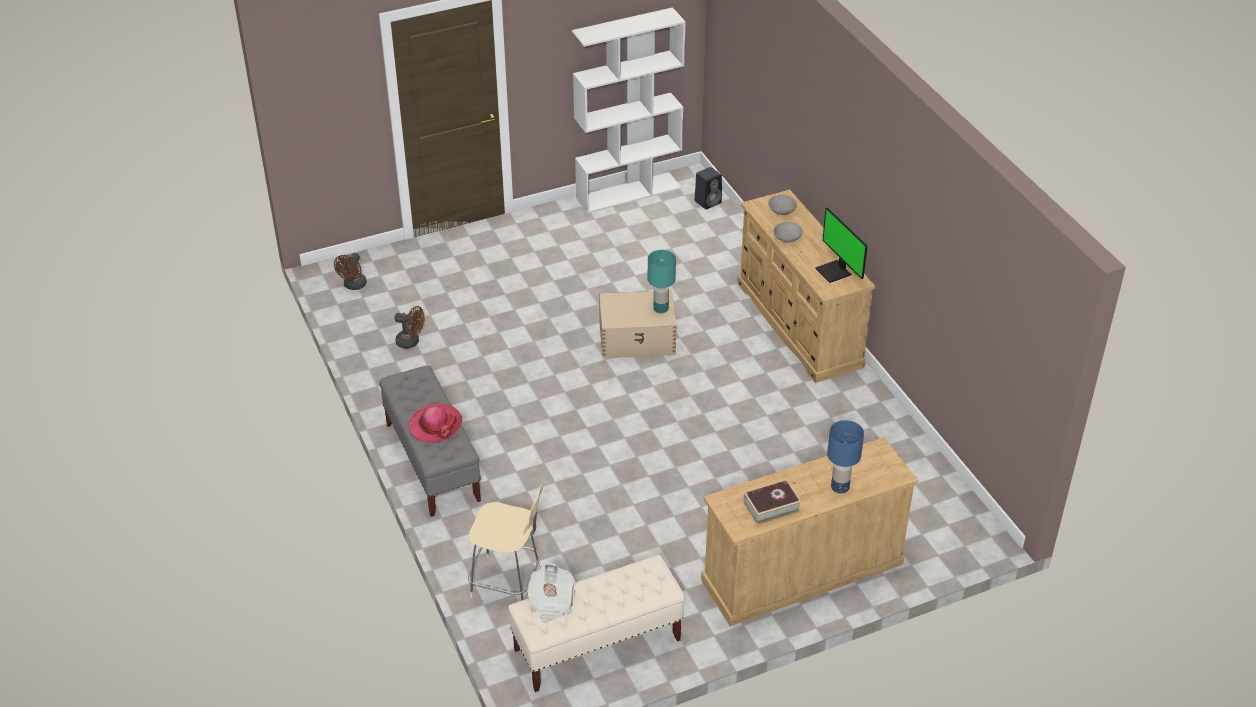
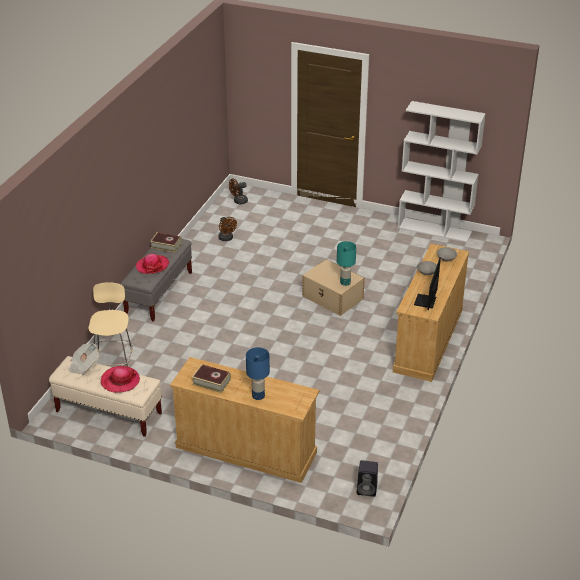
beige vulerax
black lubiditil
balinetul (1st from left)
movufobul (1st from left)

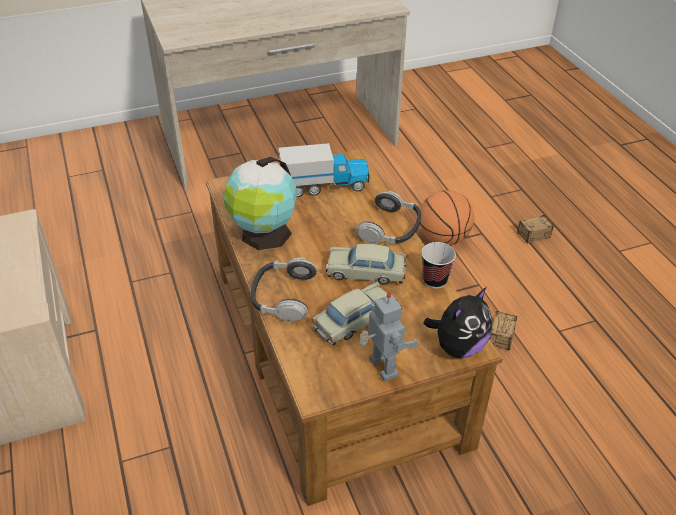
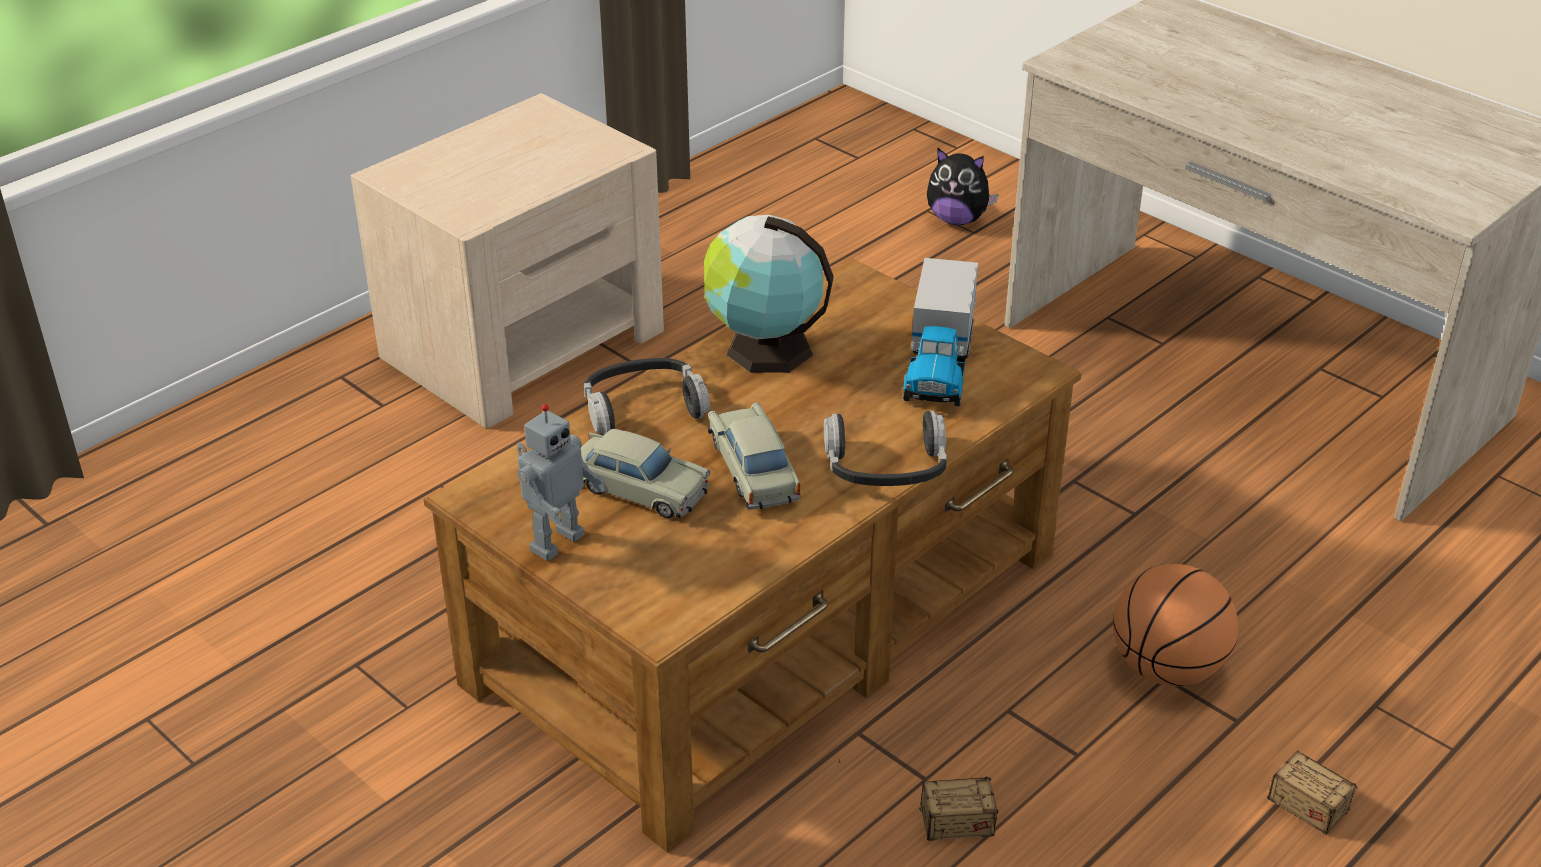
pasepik
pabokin
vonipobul

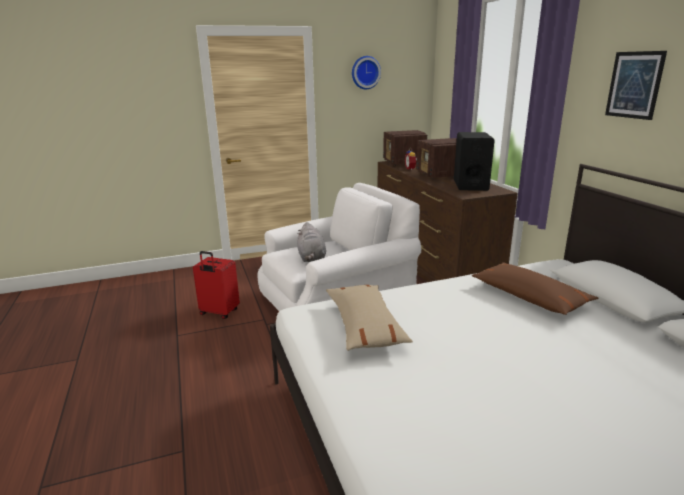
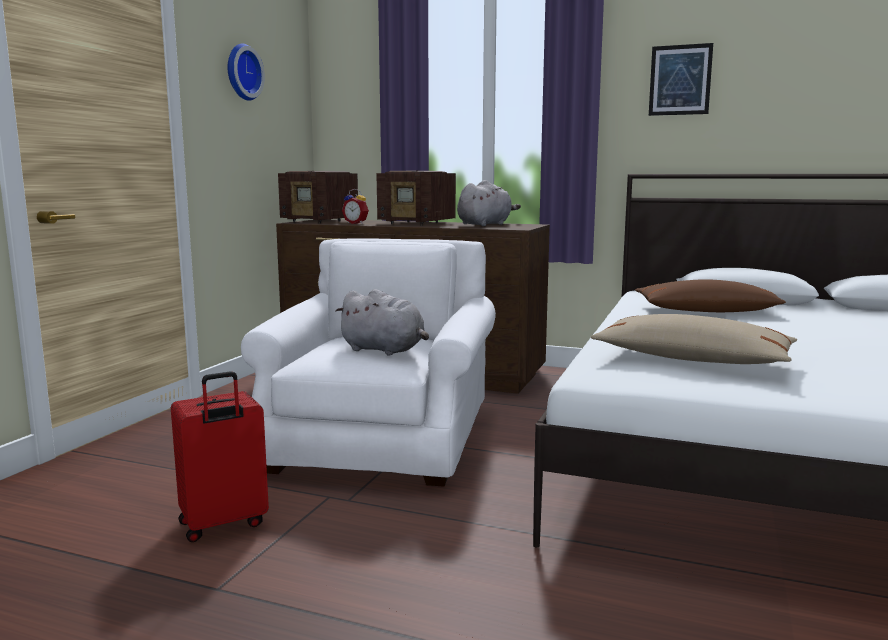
grey vonipobul (2nd from left)

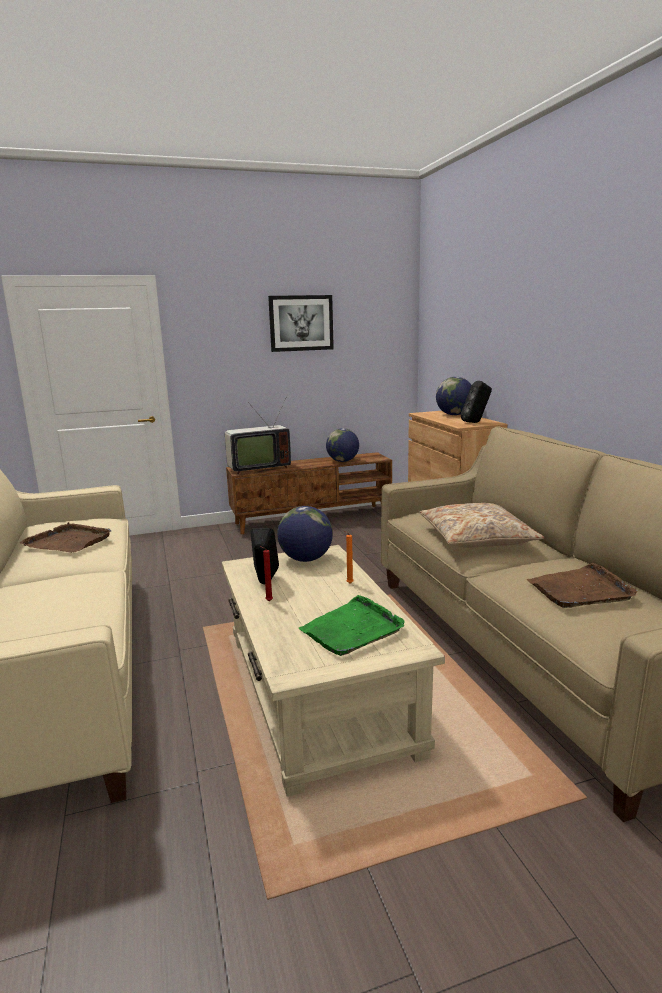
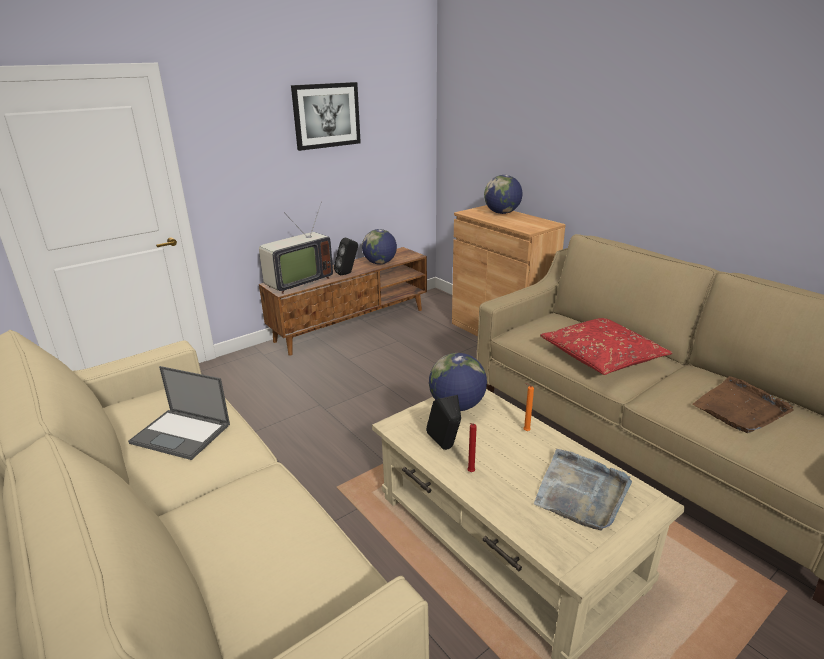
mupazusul
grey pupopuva
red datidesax
black lubiditil (1st from left)

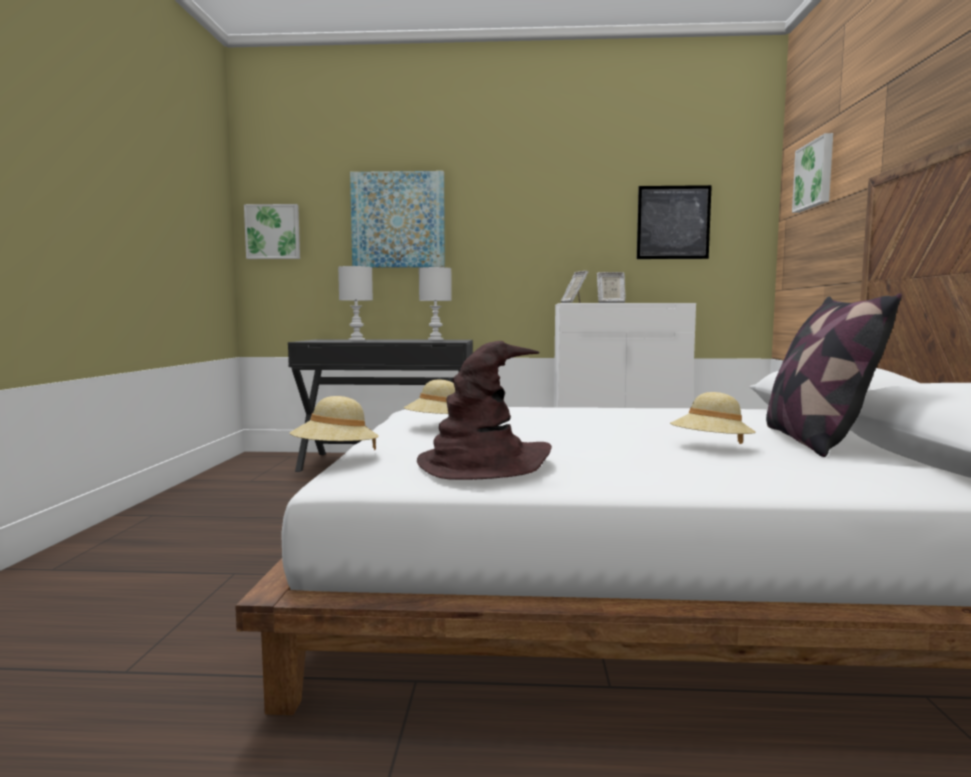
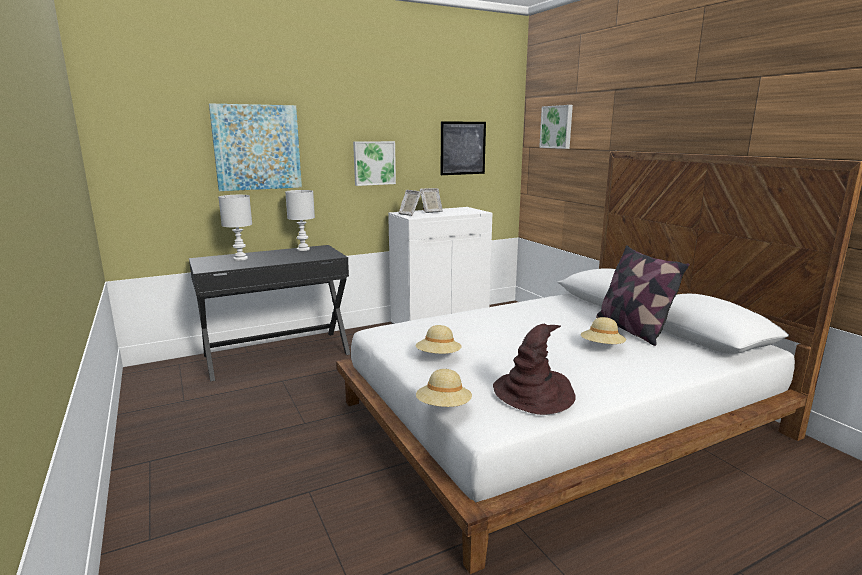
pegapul (2nd from left)

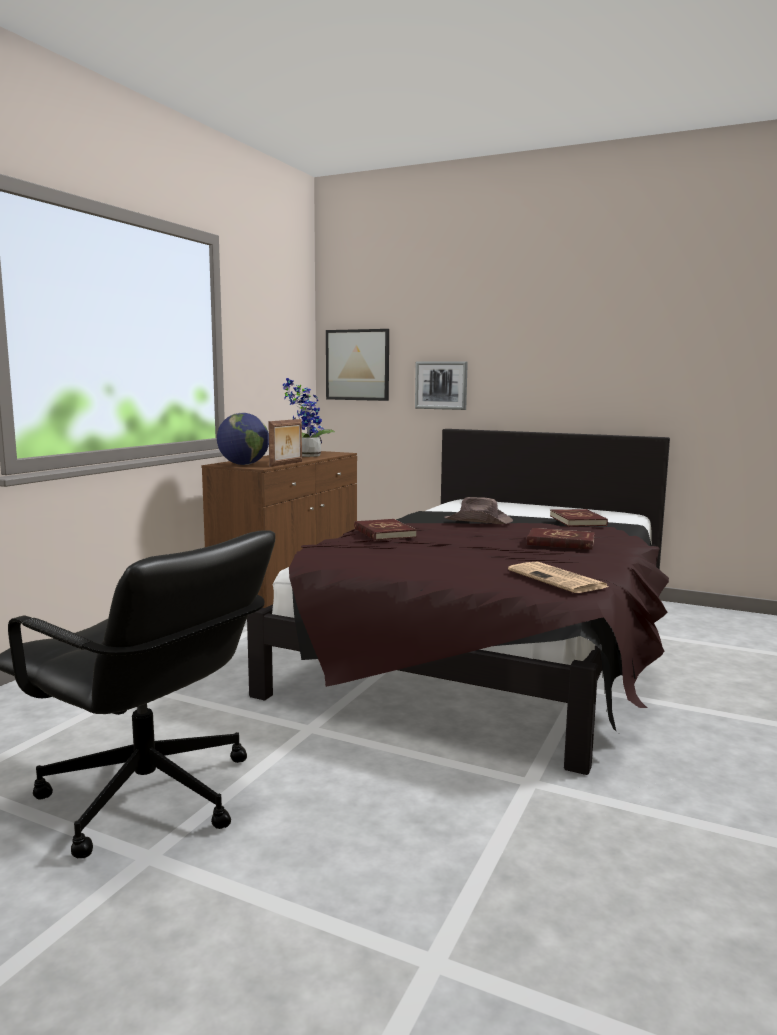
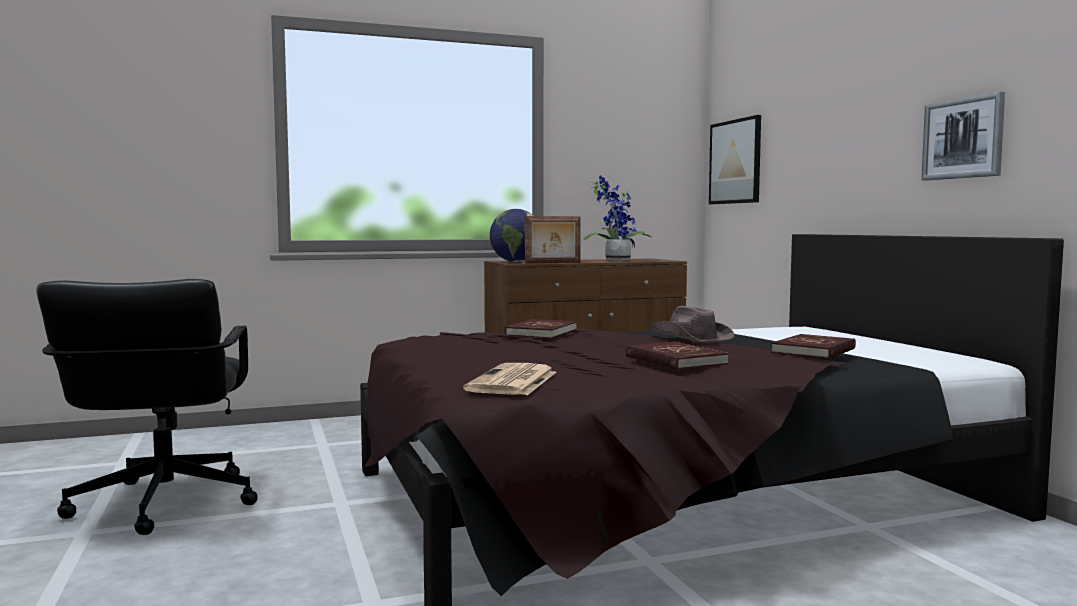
pegapul (2nd from left)

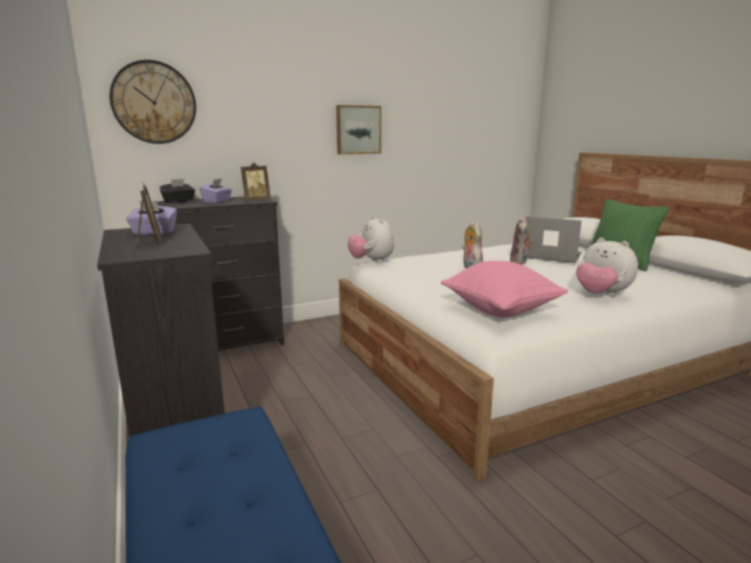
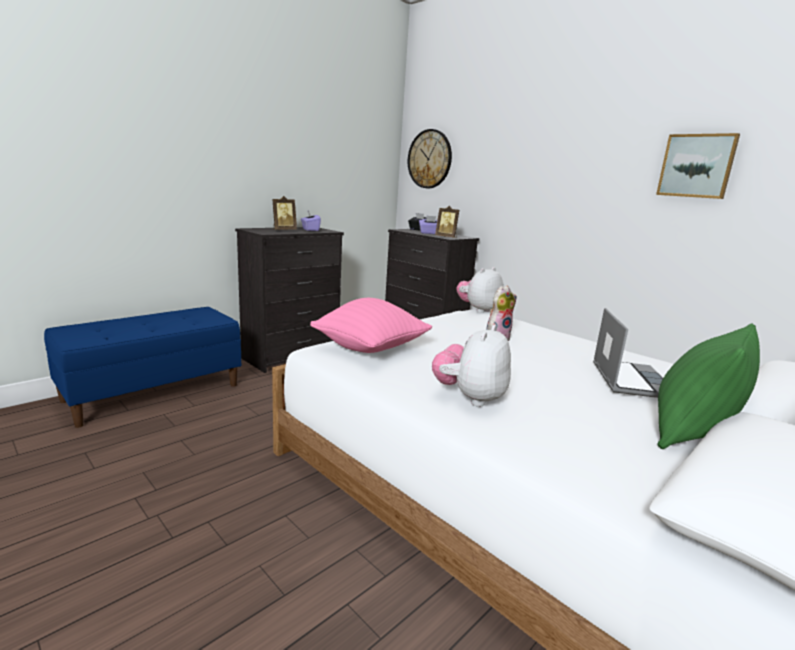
pegapul
vonipobul (3rd from left in the first image)

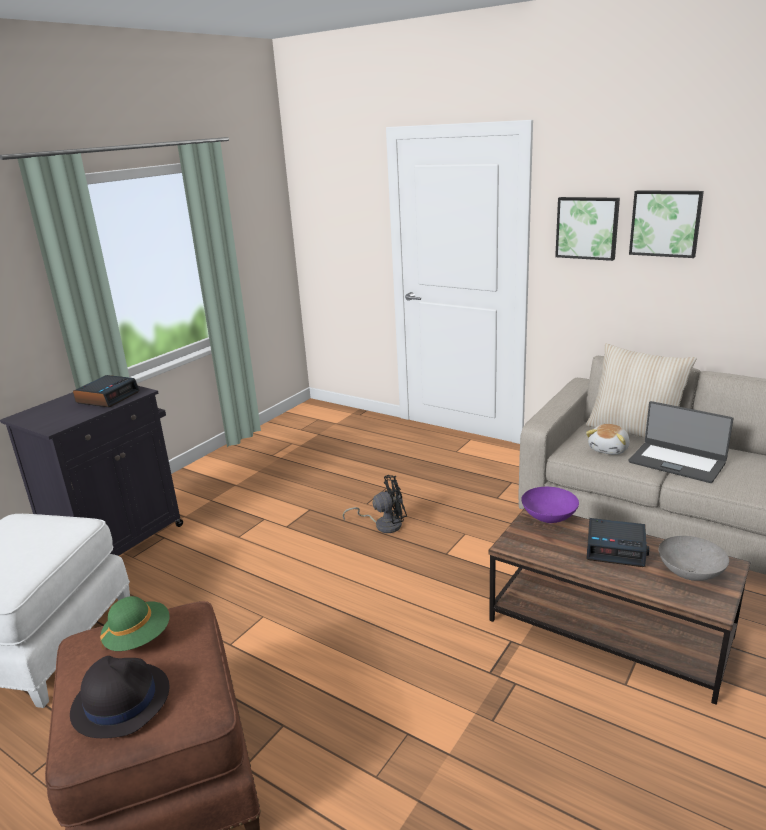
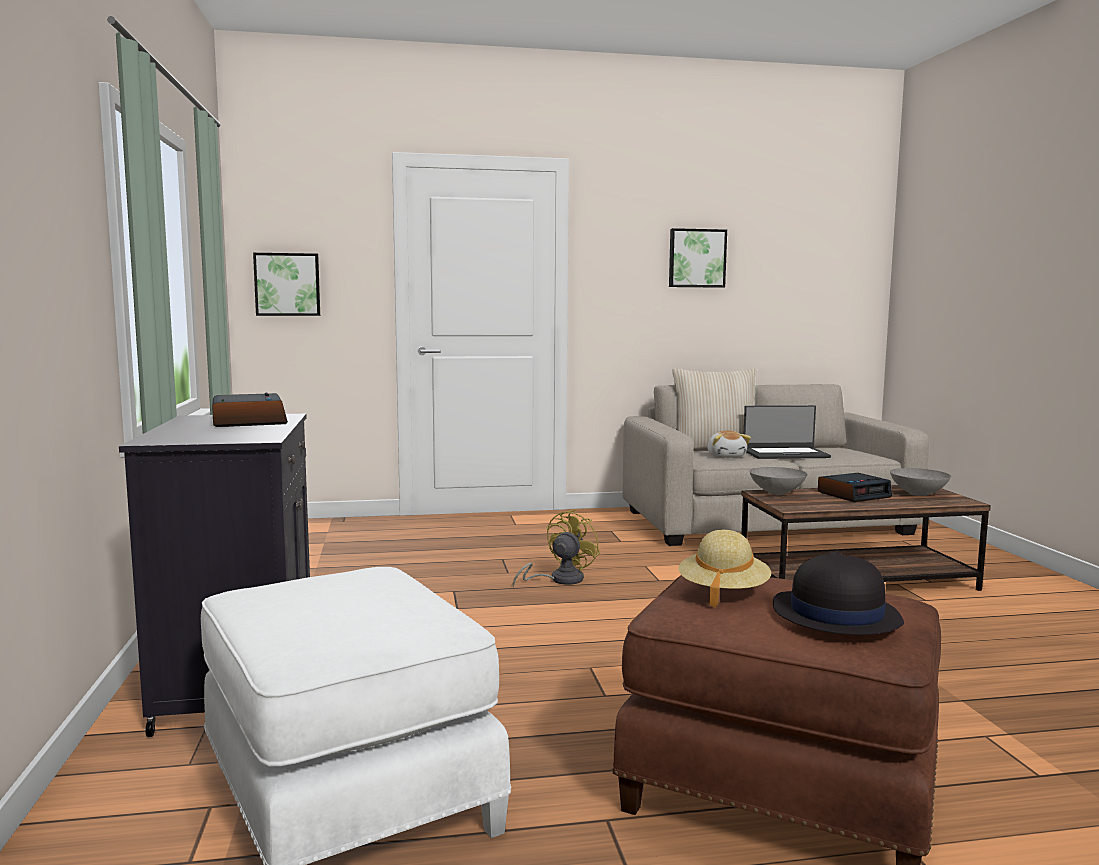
beige balinetul
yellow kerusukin
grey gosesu (1st from left)
pegapul (1st from left)

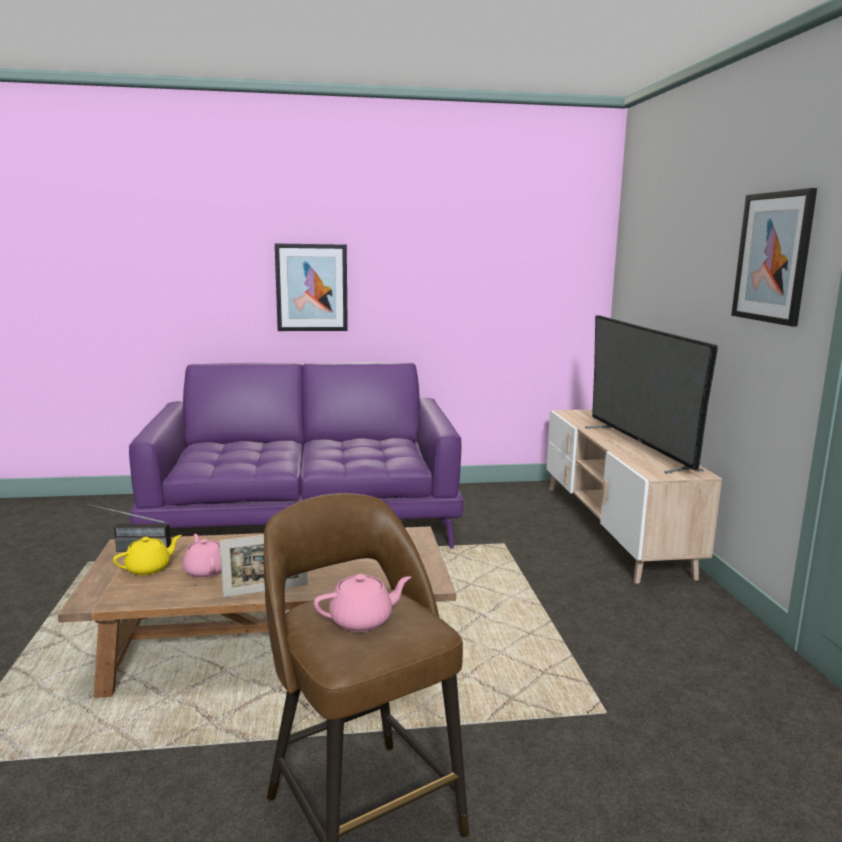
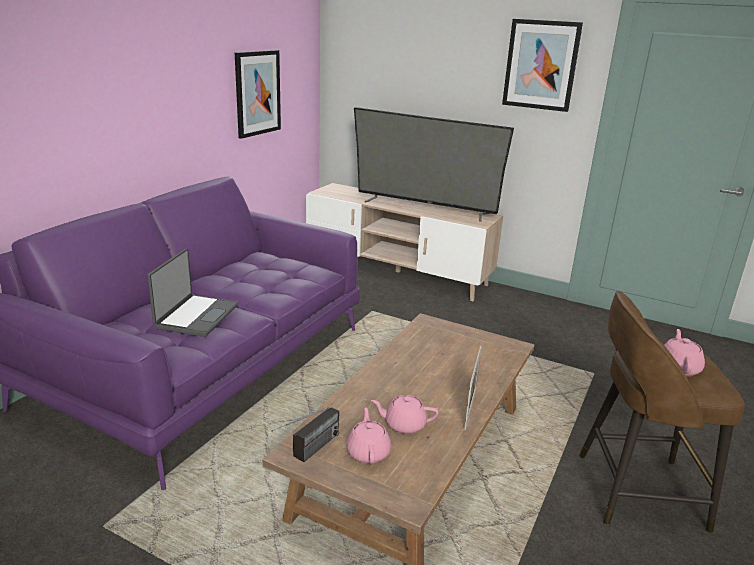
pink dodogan (1st from left)
pegapul (1st from left)
mupazusul

